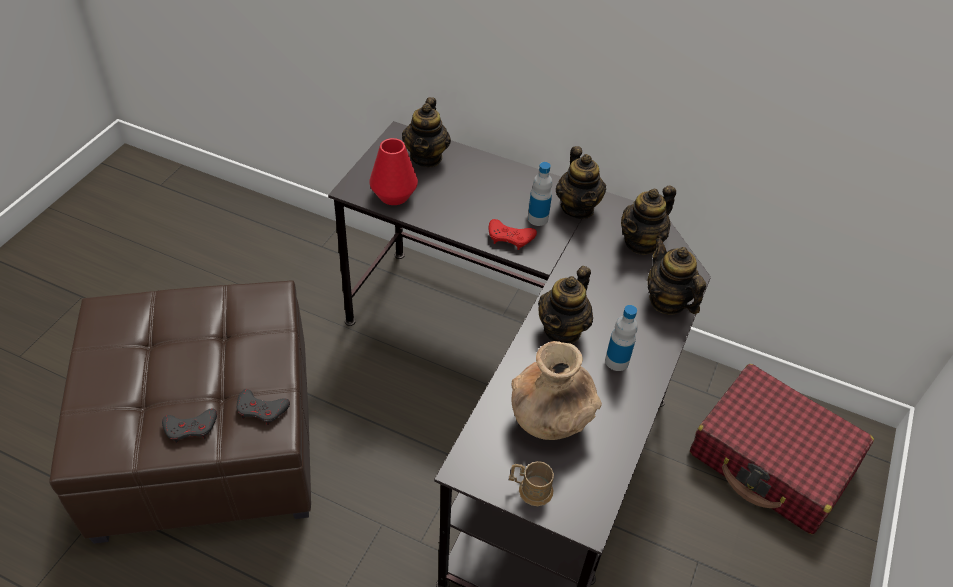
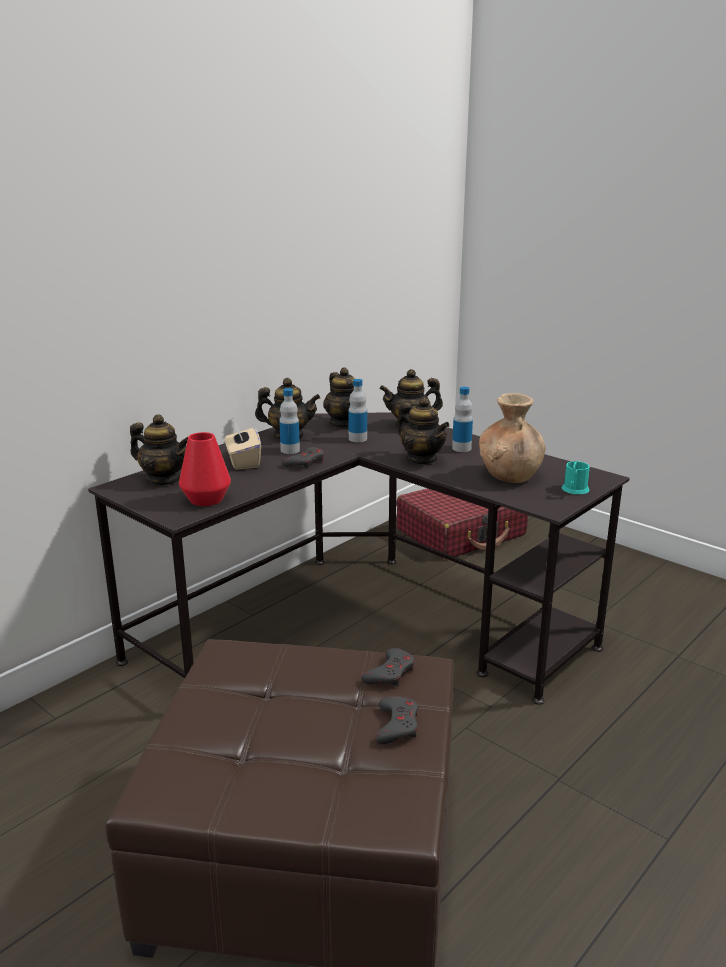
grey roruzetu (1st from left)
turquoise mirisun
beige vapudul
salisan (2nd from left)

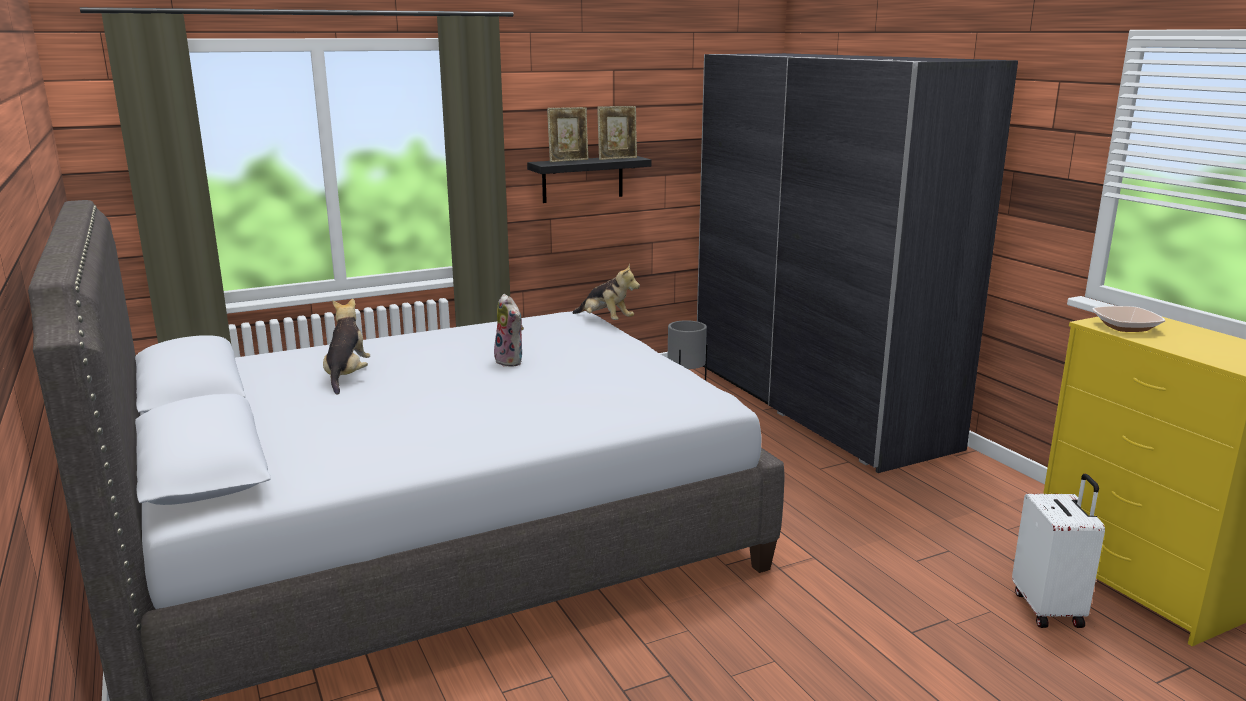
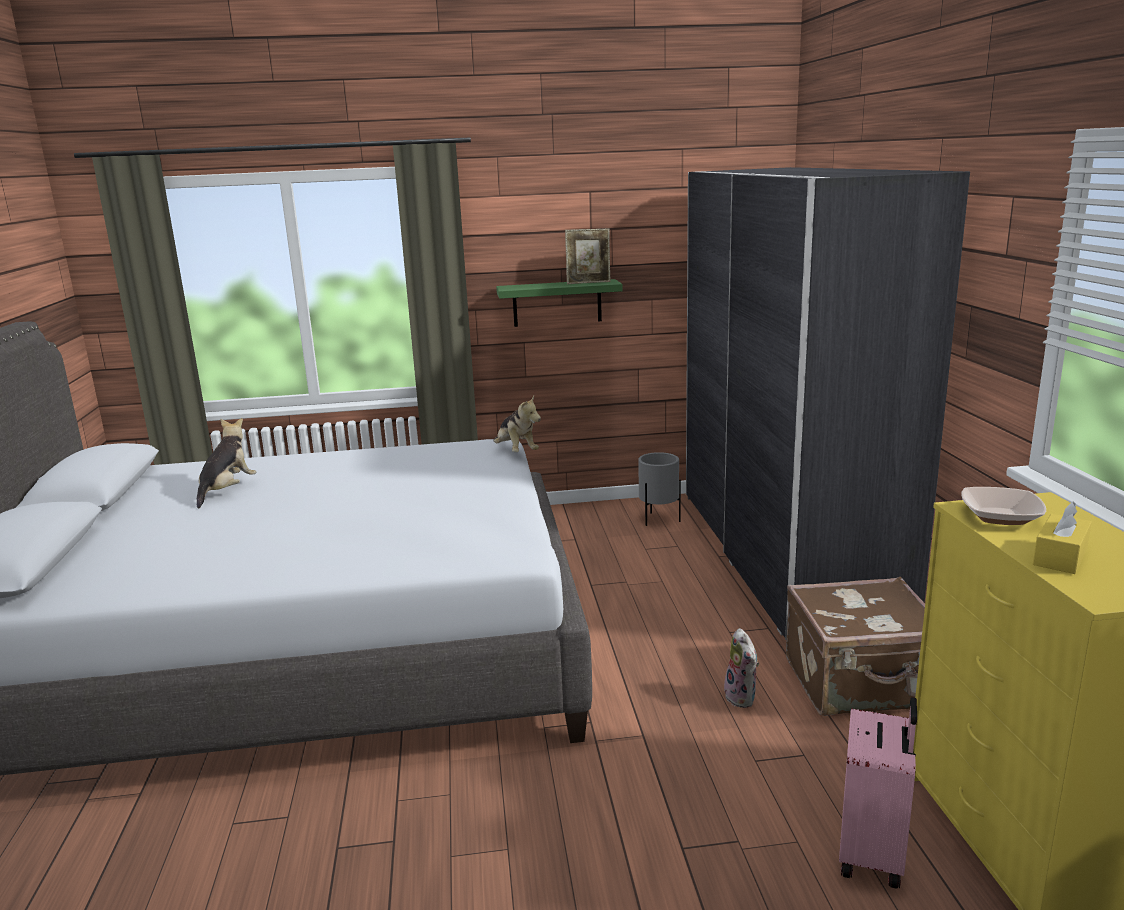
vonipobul (3rd from left)
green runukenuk
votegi (1st from left in the first image)
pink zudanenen
brown zudanenen
yellow vapudul

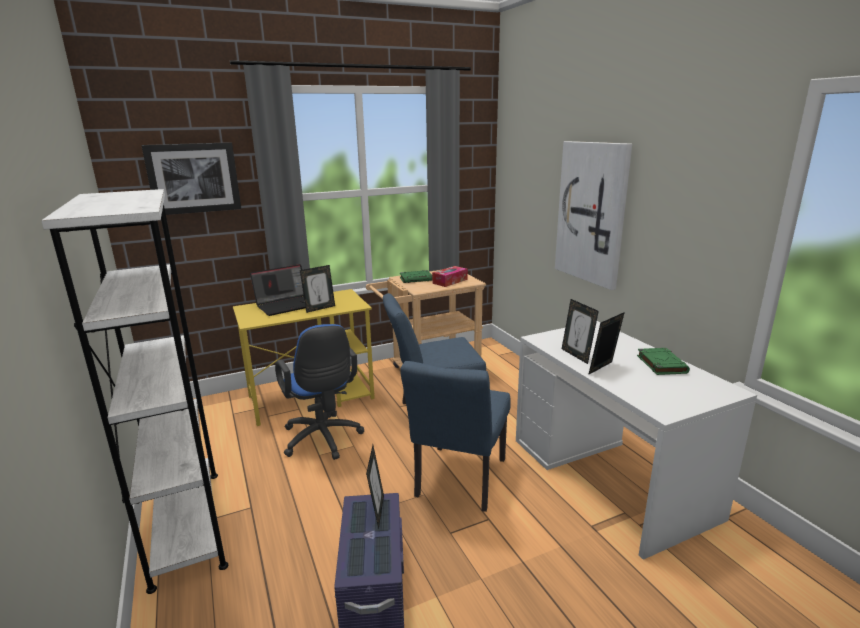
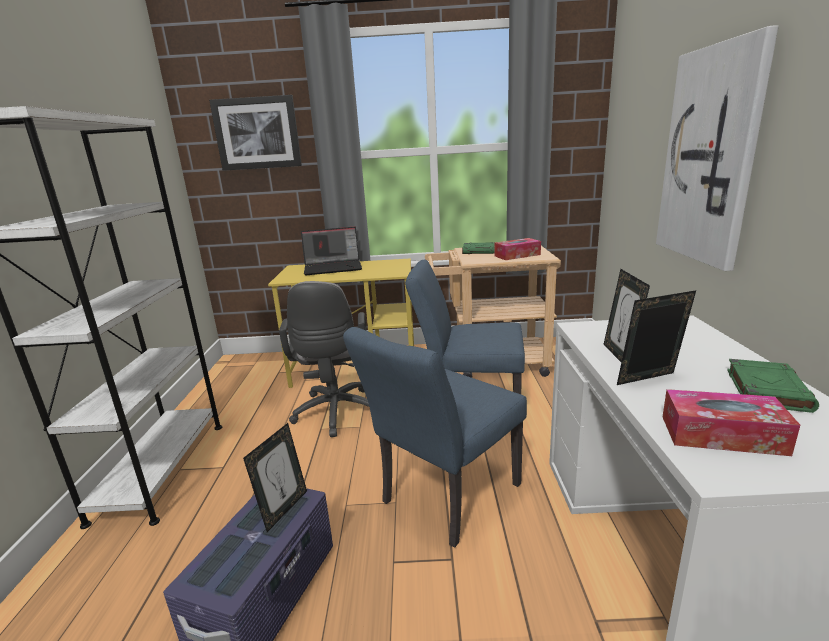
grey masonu
votegi (1st from left in the first image)
vapudul (2nd from left)

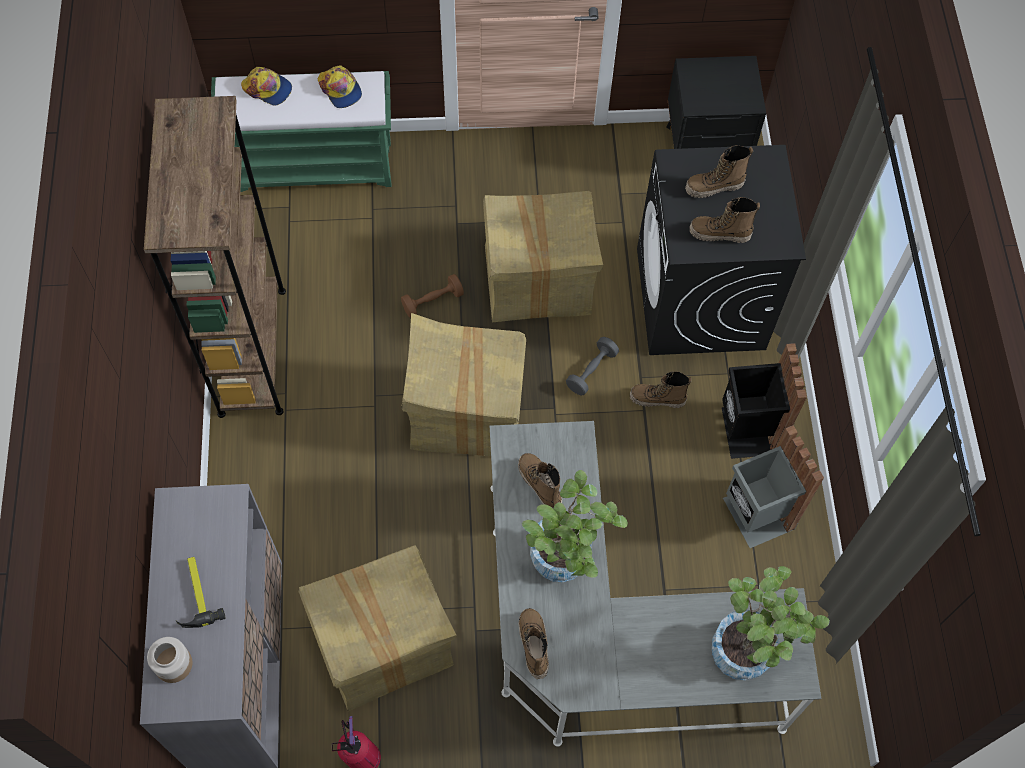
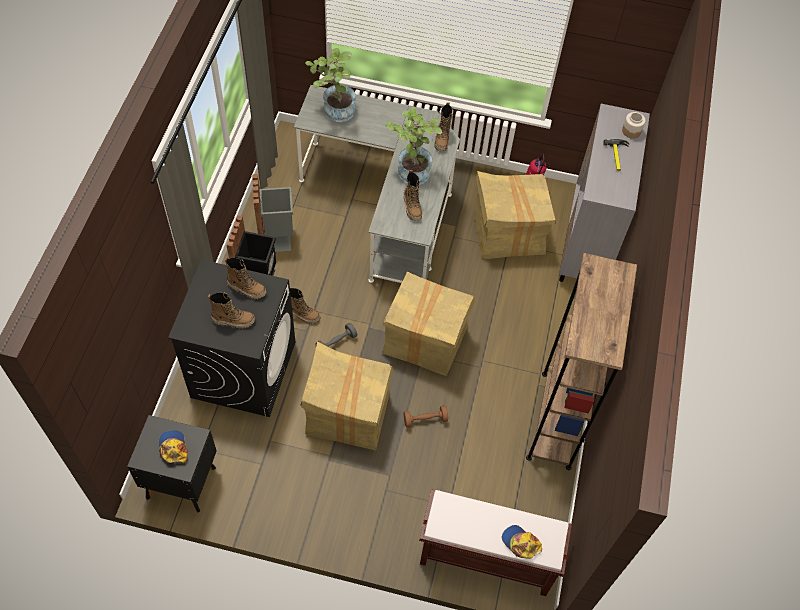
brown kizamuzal
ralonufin (1st from left)

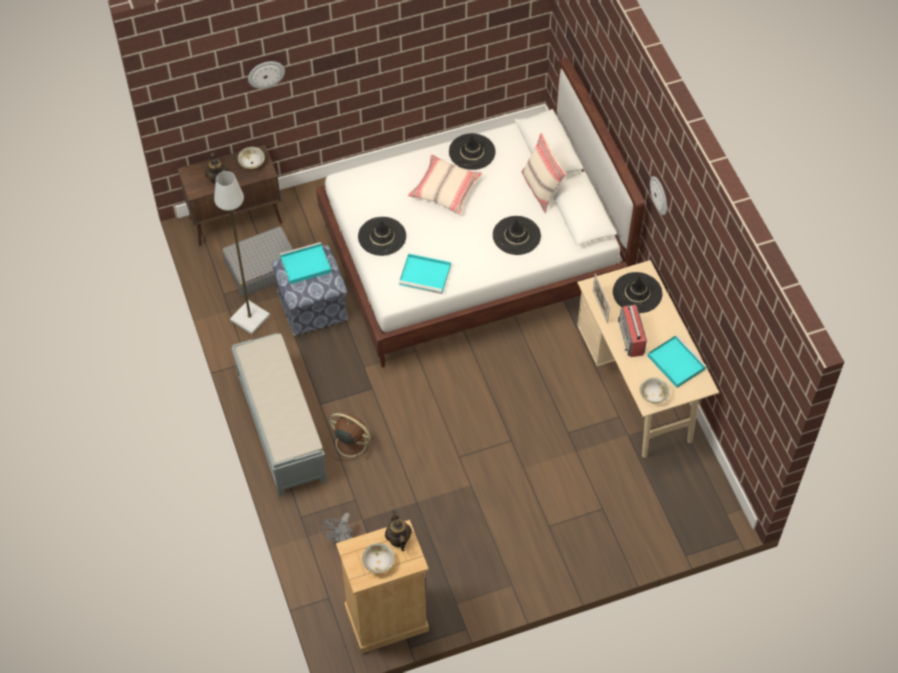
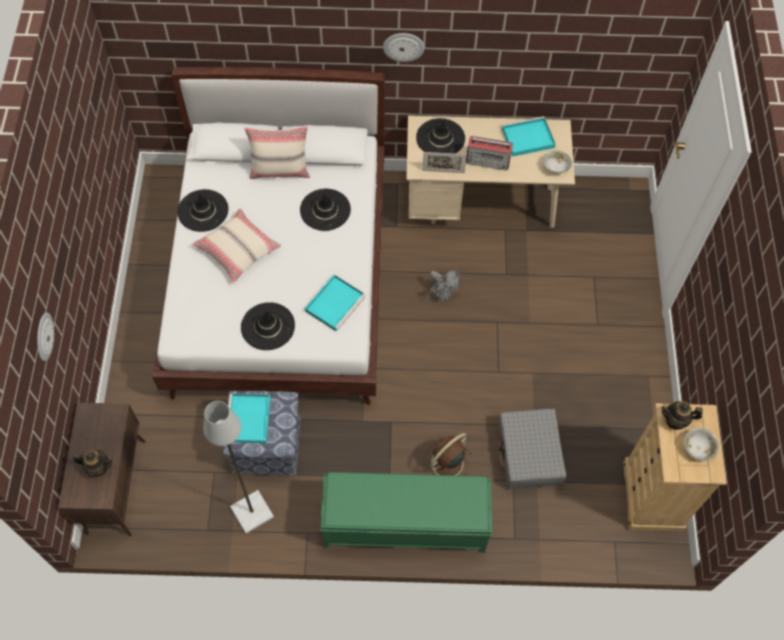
grey zudanenen
green kizamuzal
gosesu (1st from left in the first image)
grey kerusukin

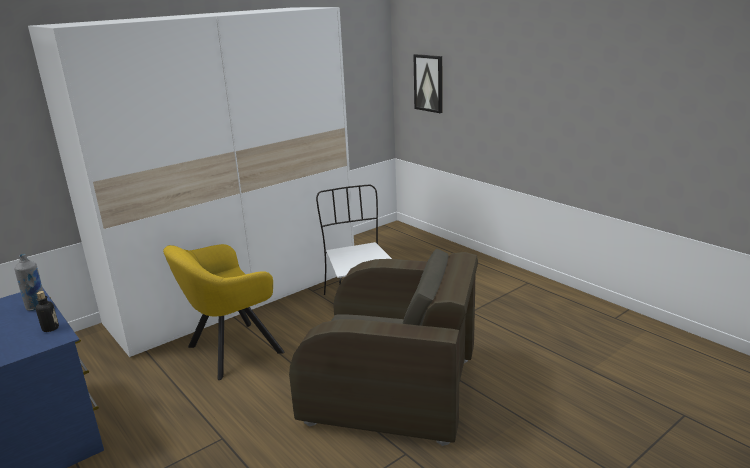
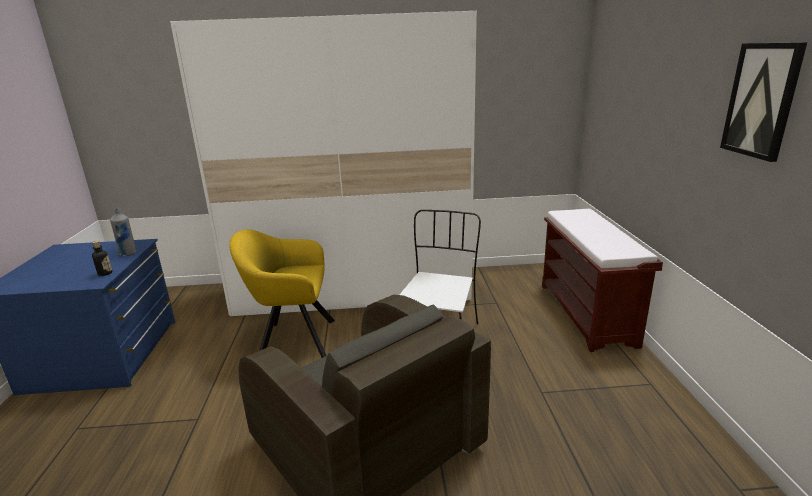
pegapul
brown kizamuzal

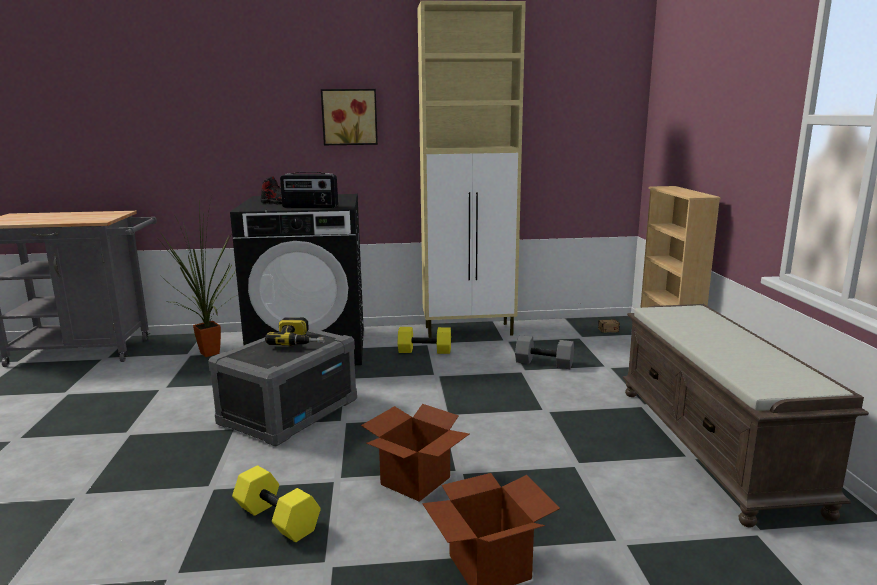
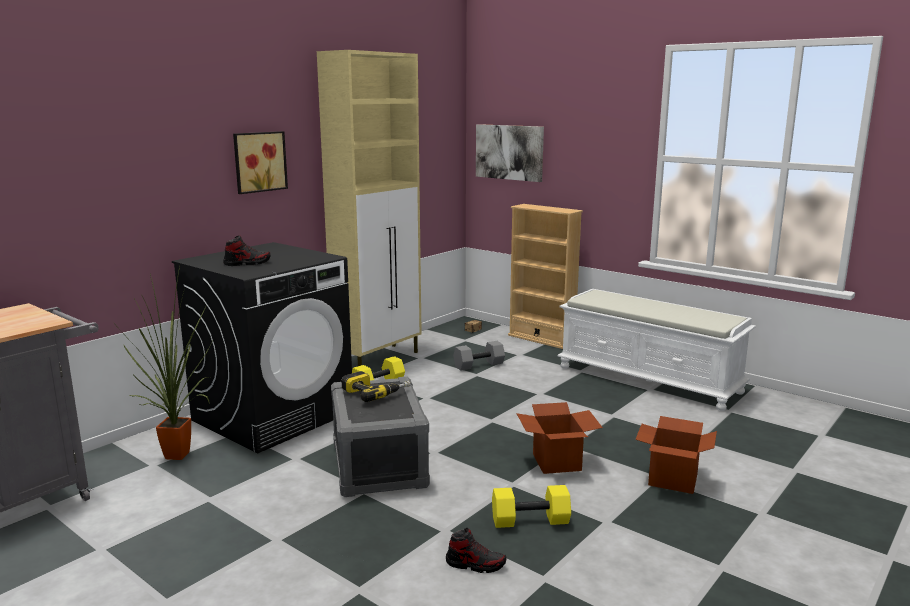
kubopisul
white kizamuzal
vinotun (2nd from left)
pegapul (2nd from left)

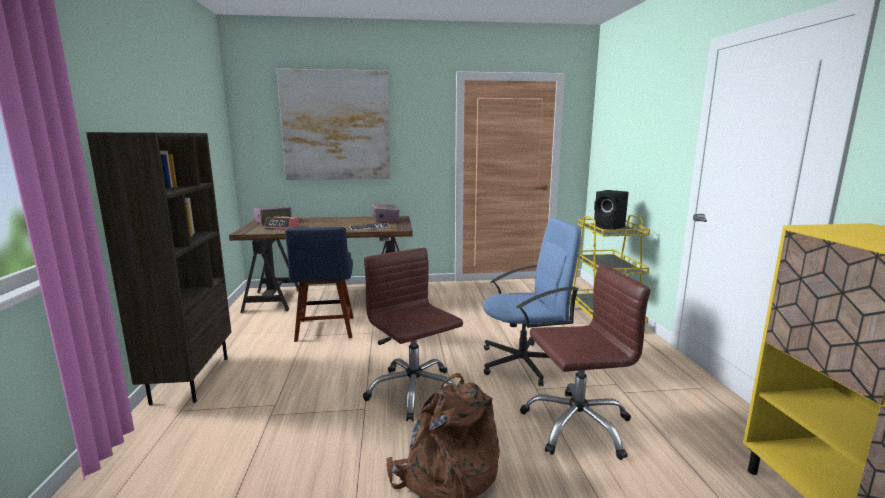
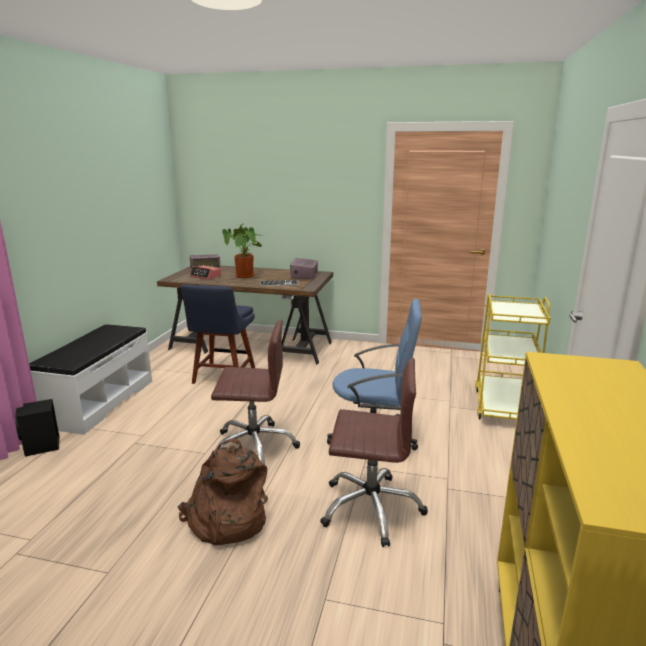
white kizamuzal
pegapul
brown masonu (1st from left)
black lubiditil
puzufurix

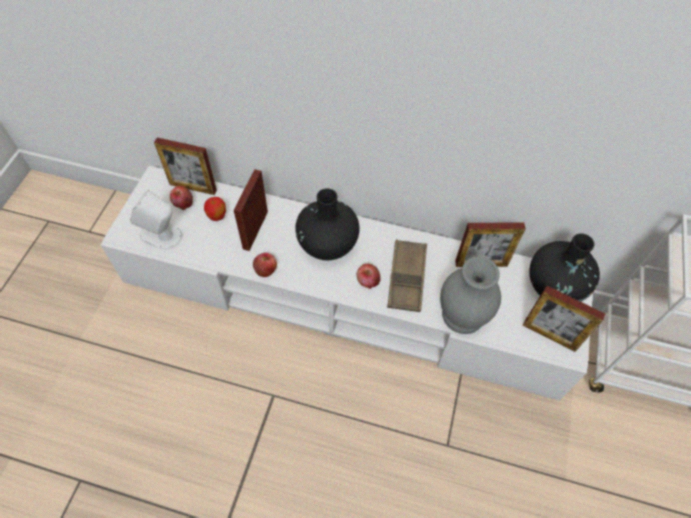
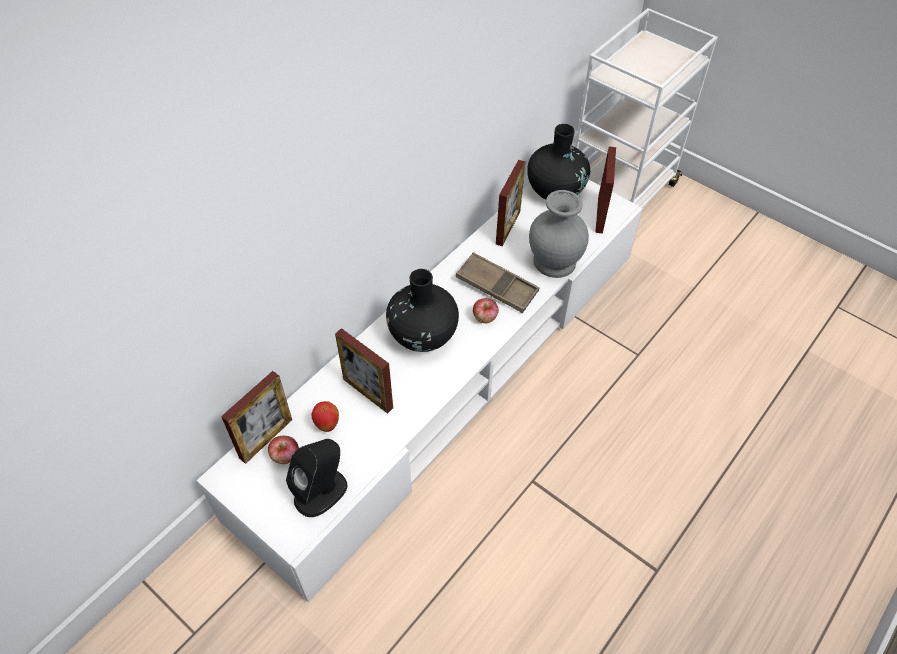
black lubiditil
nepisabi (3rd from left in the first image)
votegi (4th from left)

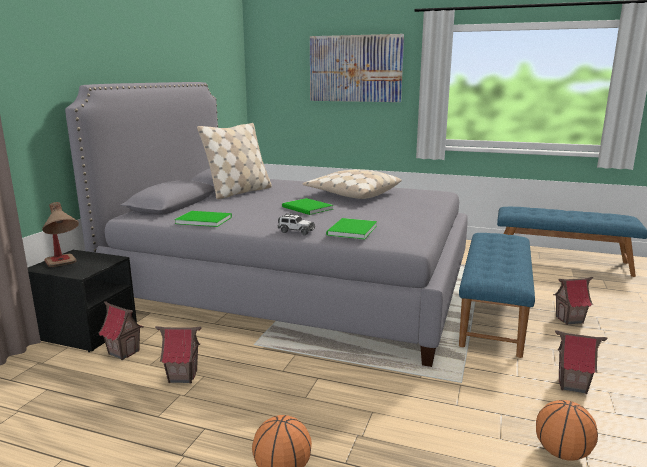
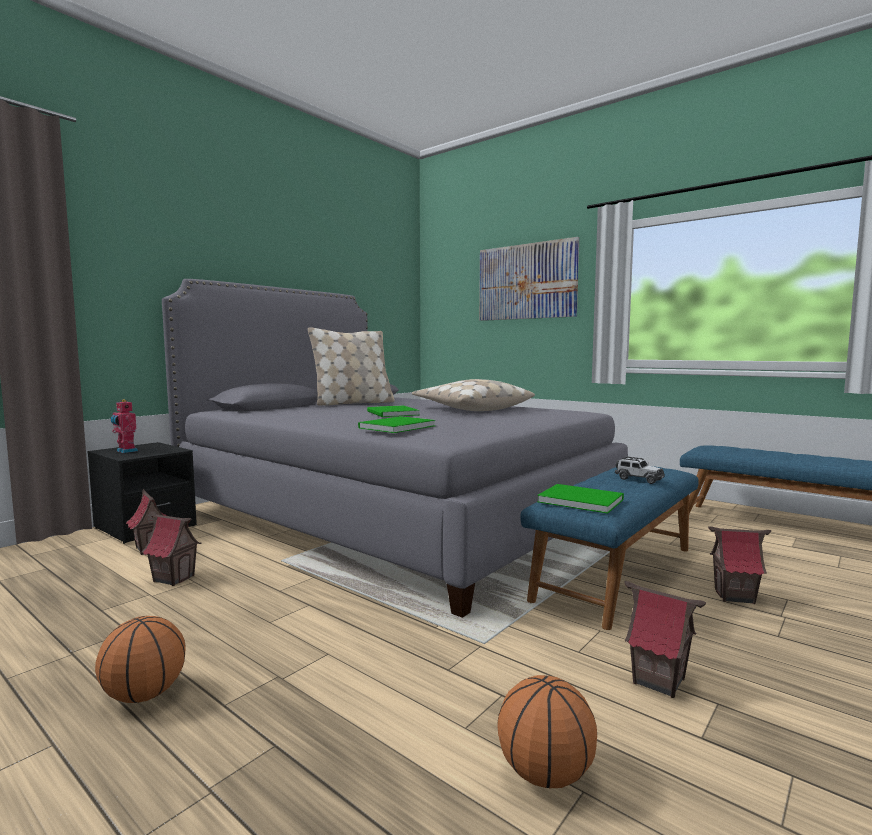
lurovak
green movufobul (3rd from left)
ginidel

